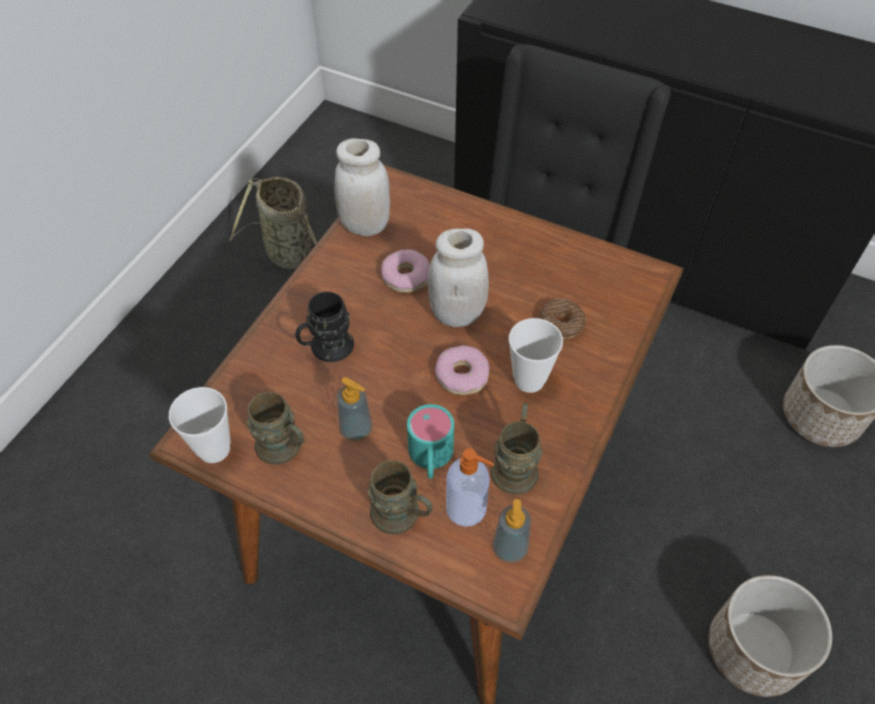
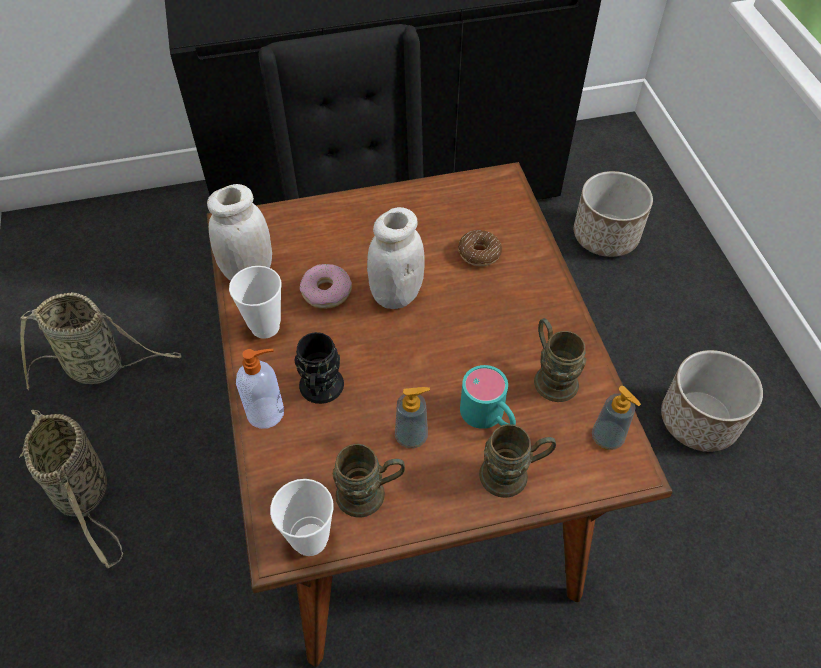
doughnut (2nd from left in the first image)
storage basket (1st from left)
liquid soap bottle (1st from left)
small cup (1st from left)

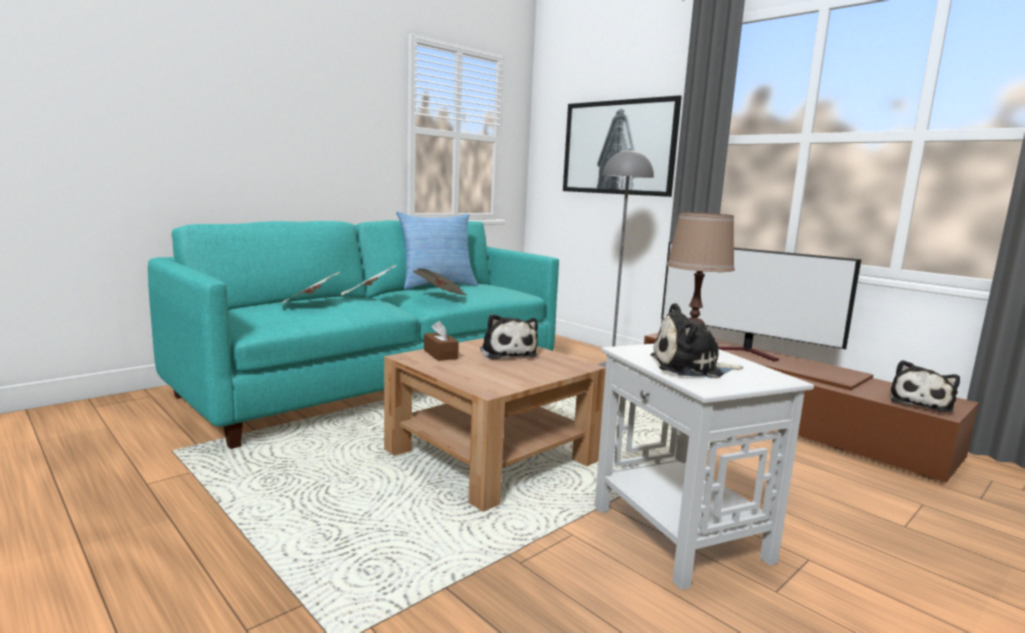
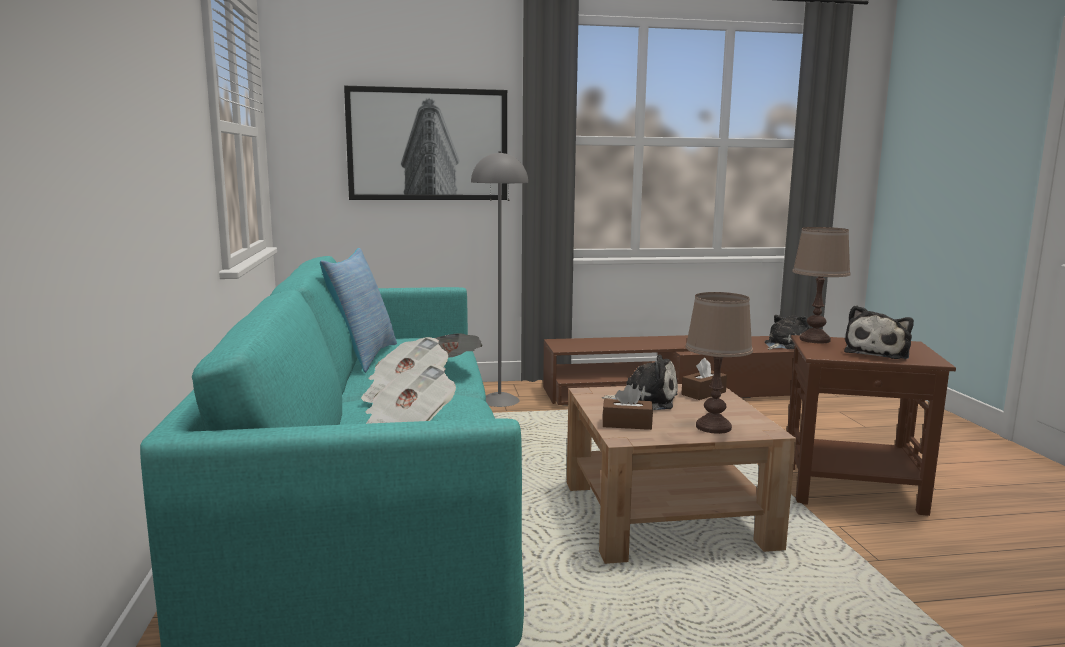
television
brown tissue holder (2nd from left)
brown table lamp (1st from left)
brown end table
plush toy (2nd from left)

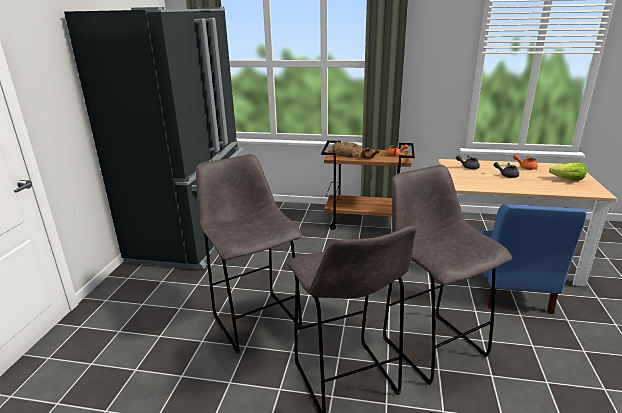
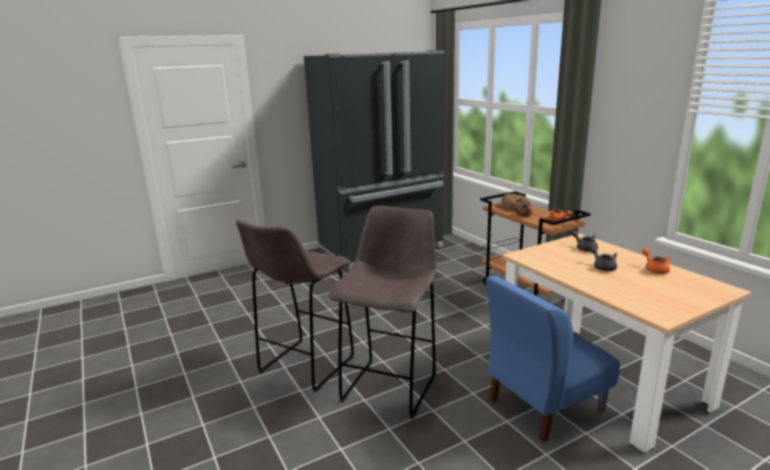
gray stool (1st from left in the first image)
head of lettuce

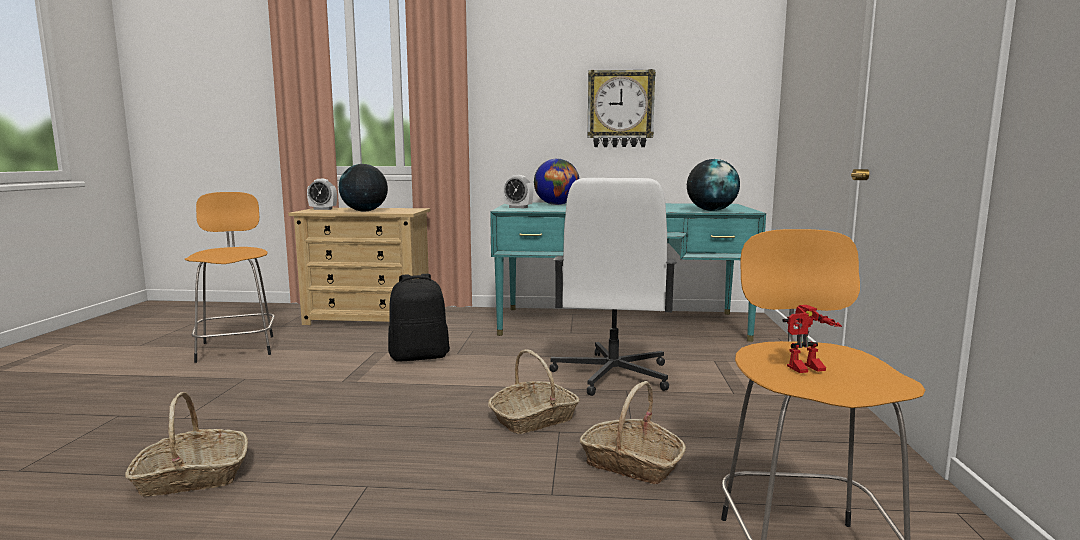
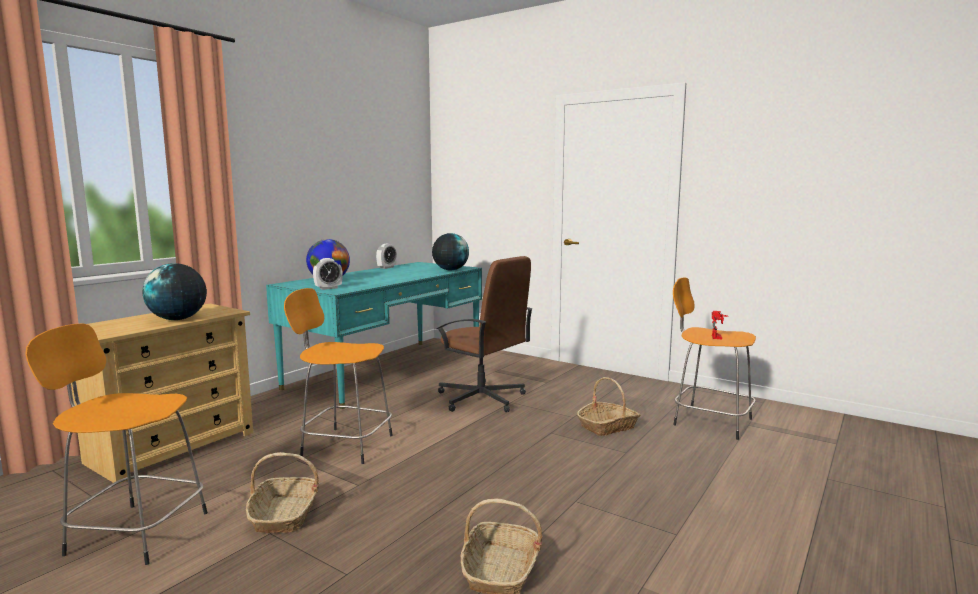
wall clock
bedside clock (2nd from left)
storage basket (1st from left)
orange stool (2nd from left)
brown computer chair

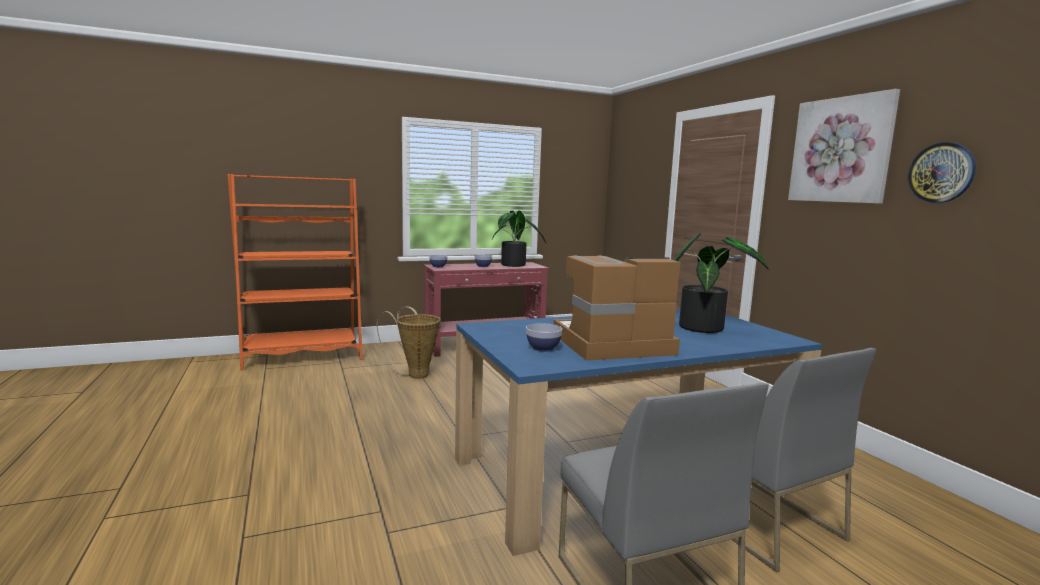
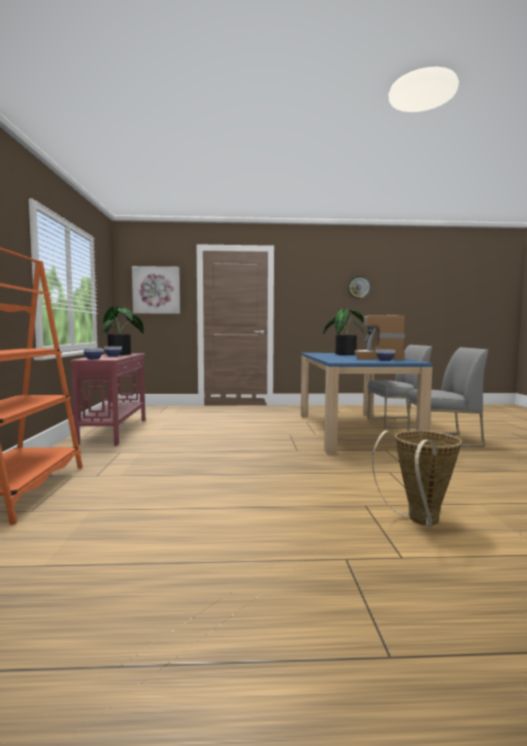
storage basket
wall picture

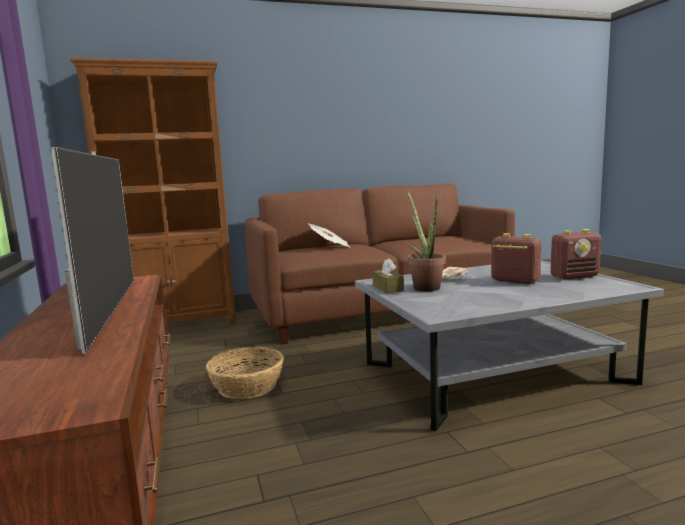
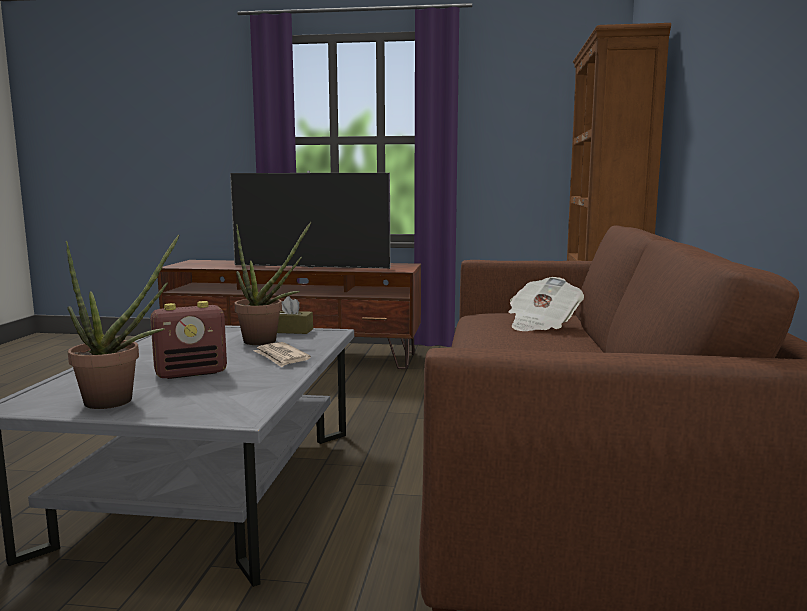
storage basket
houseplant (1st from left)

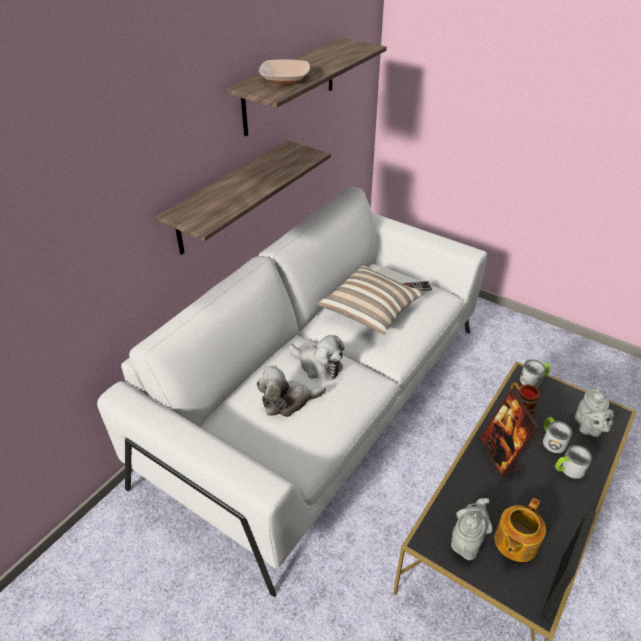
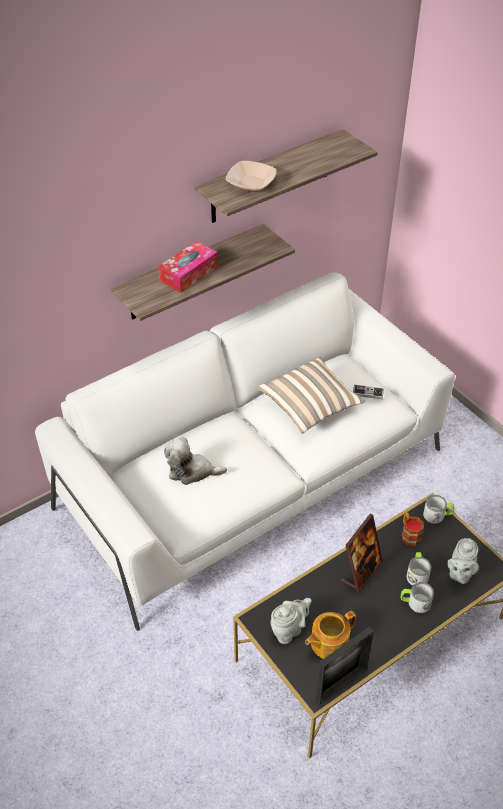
plush toy (2nd from left in the first image)
tissue holder
standing frame (2nd from left)

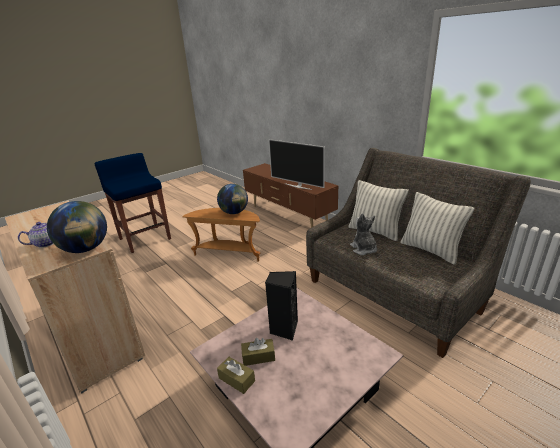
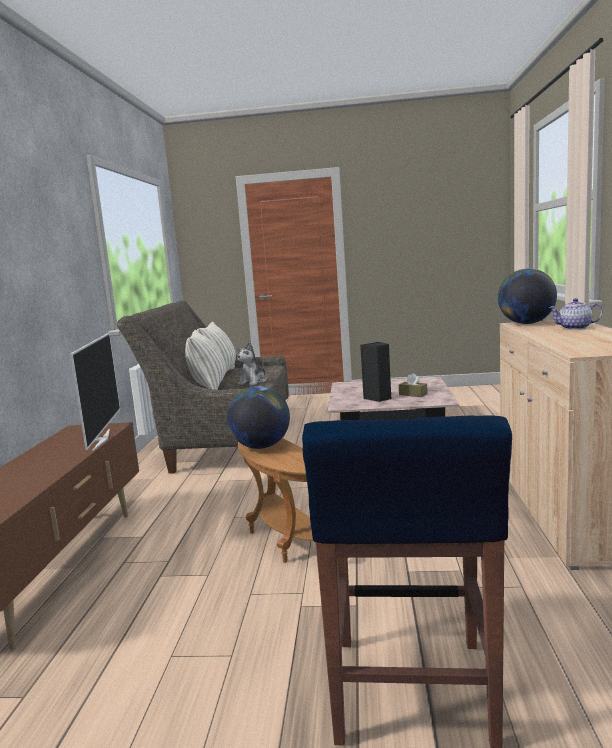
brown tissue holder (1st from left in the first image)

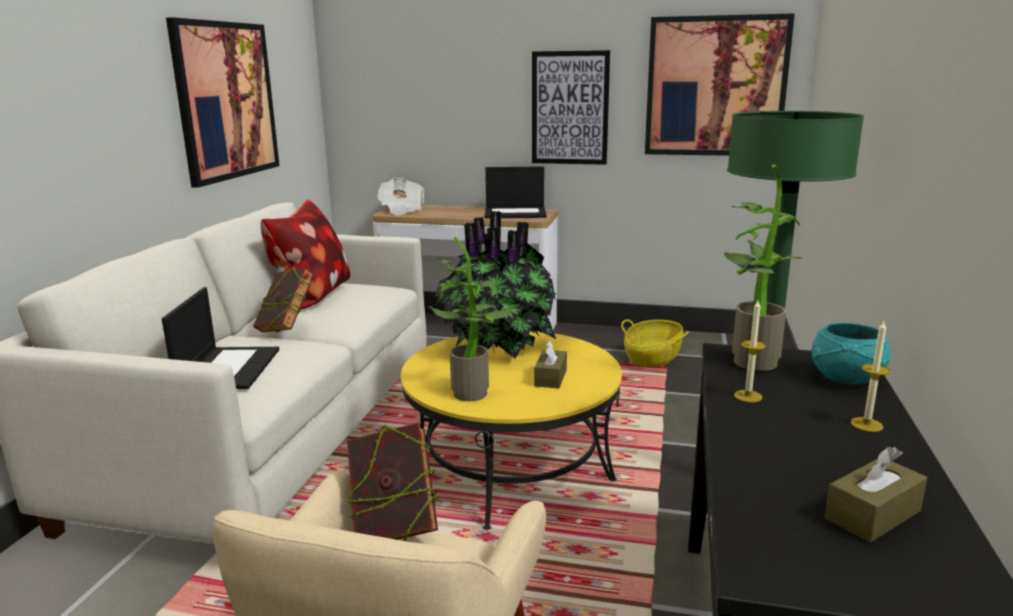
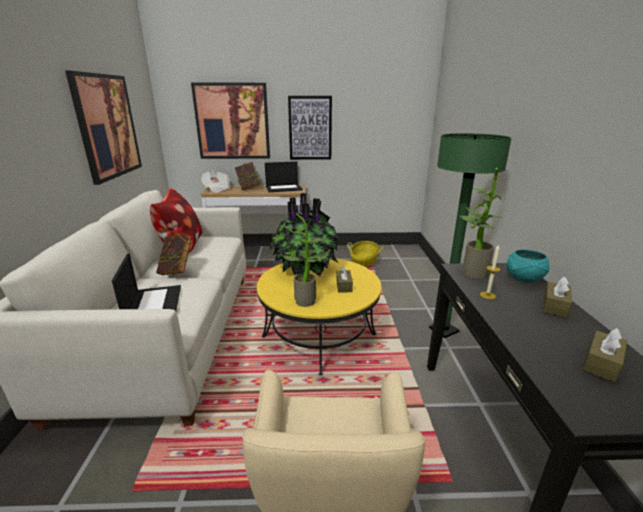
bound book (2nd from left)
wall picture (2nd from left)
brown tissue holder (2nd from left)

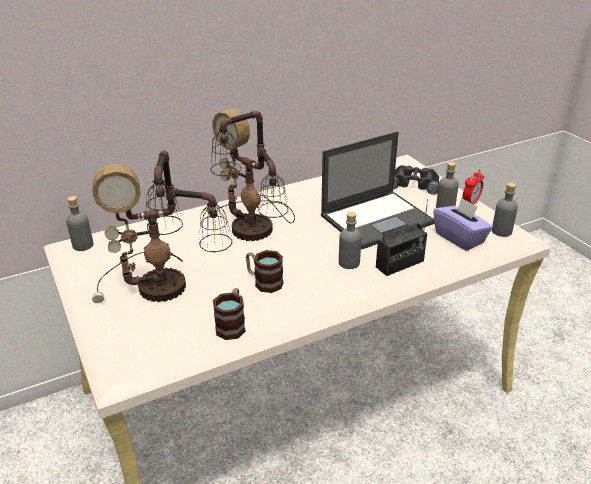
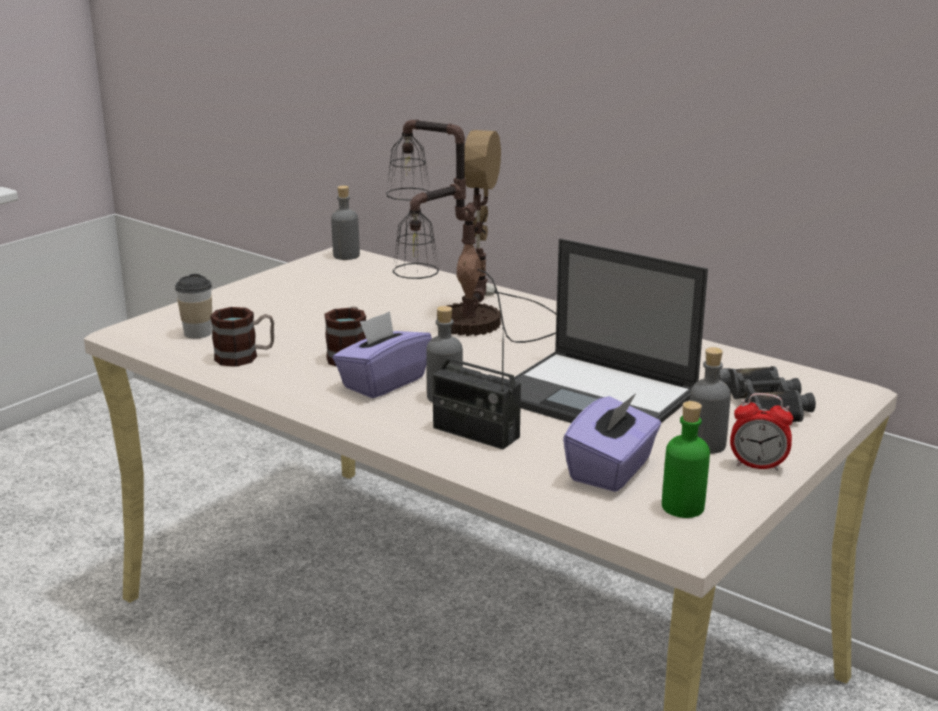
table lamp (1st from left in the first image)
small cup
purple-coloured tissue holder (1st from left)
green bottle

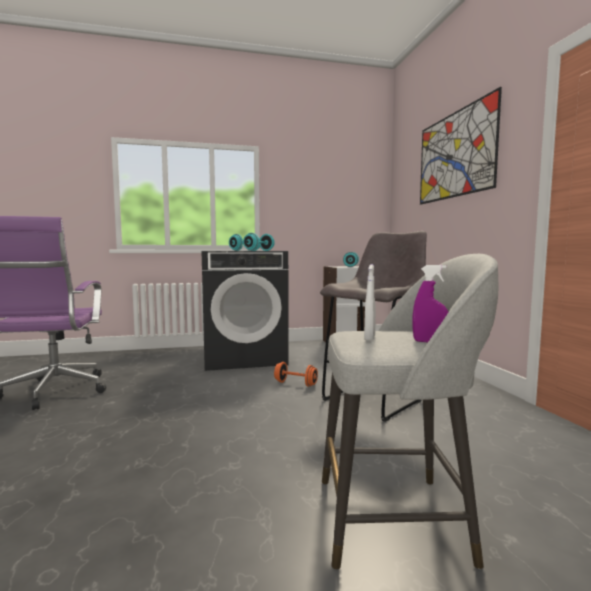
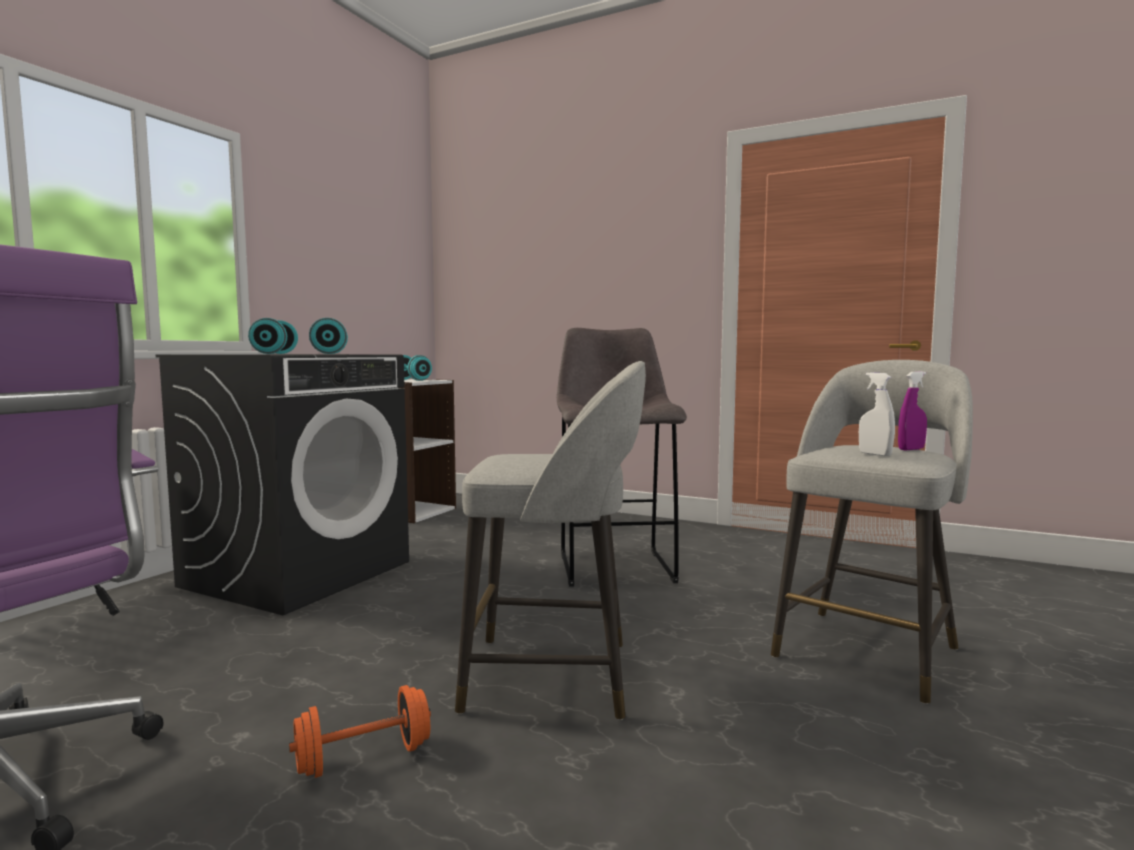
wall picture
gray stool (1st from left)
orange free weight

